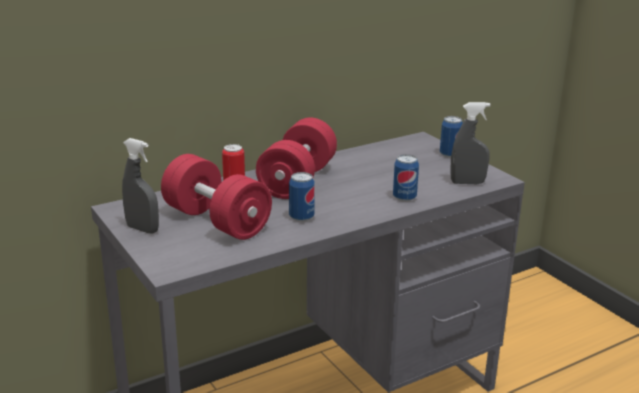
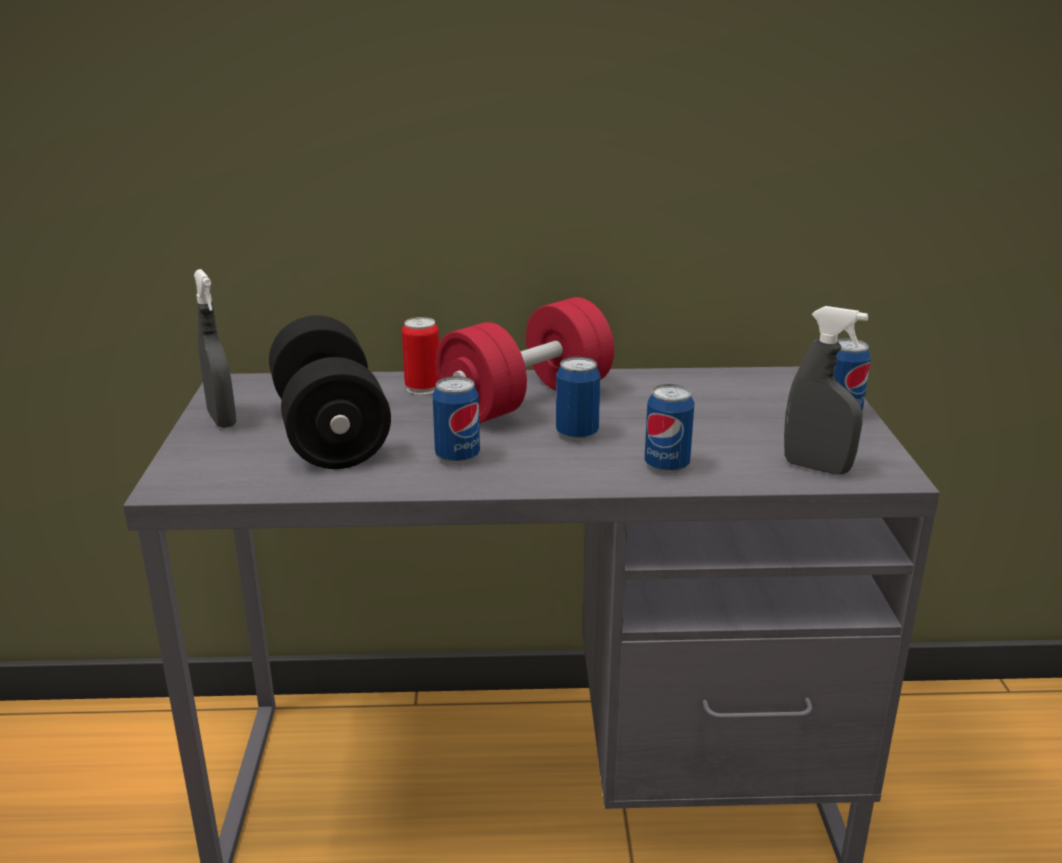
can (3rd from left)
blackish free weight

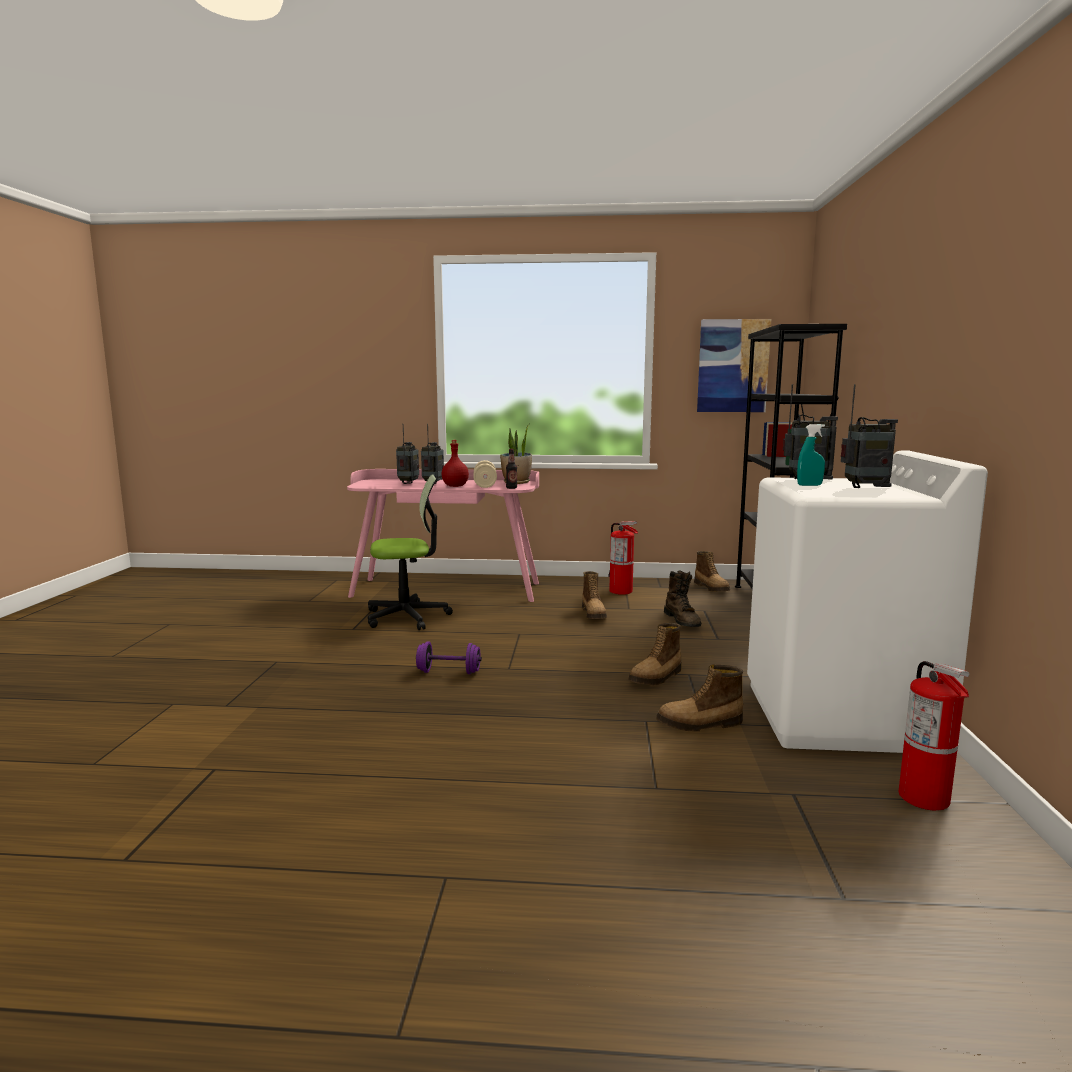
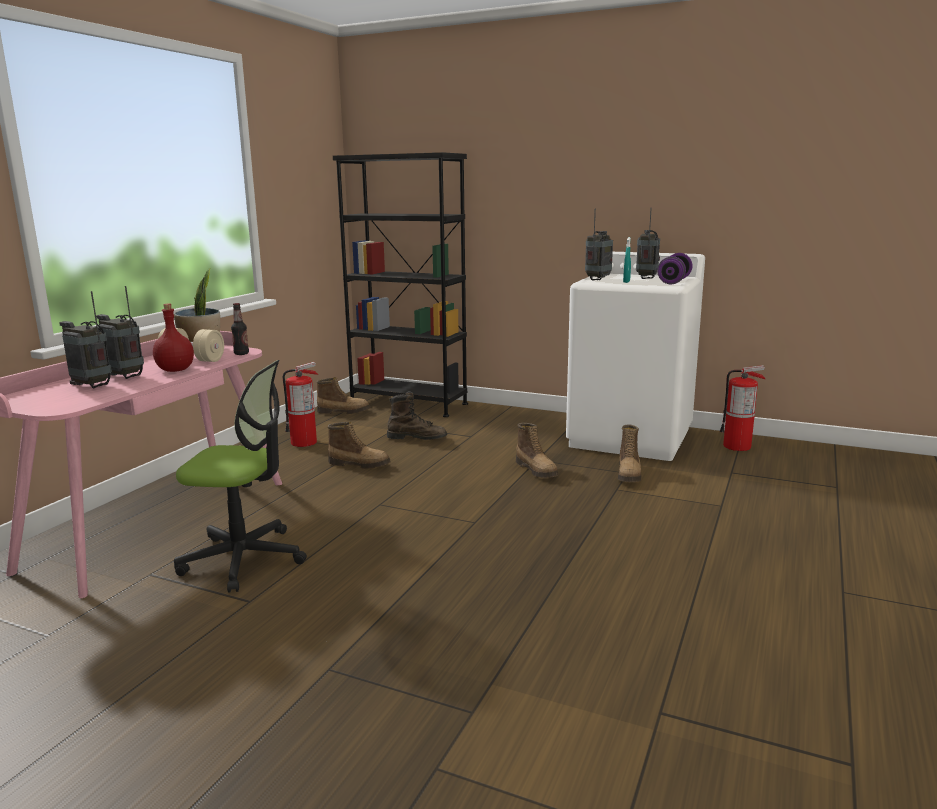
wall picture
purple-coloured free weight
computer chair

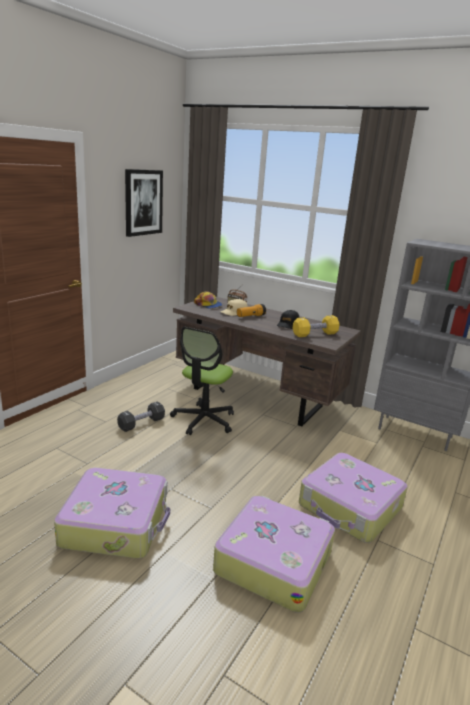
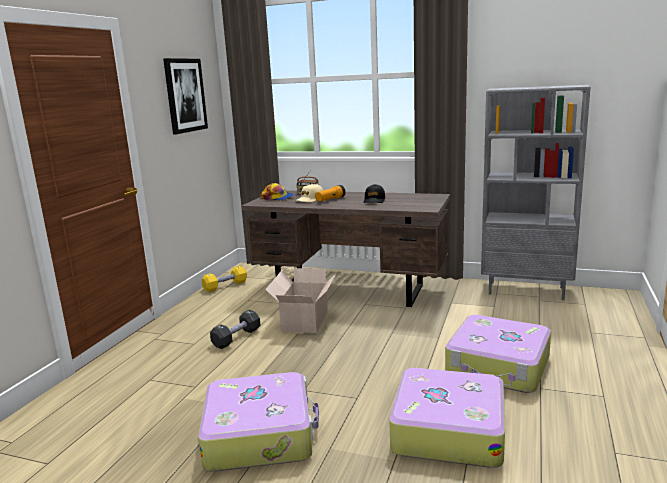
yellow free weight
packing box

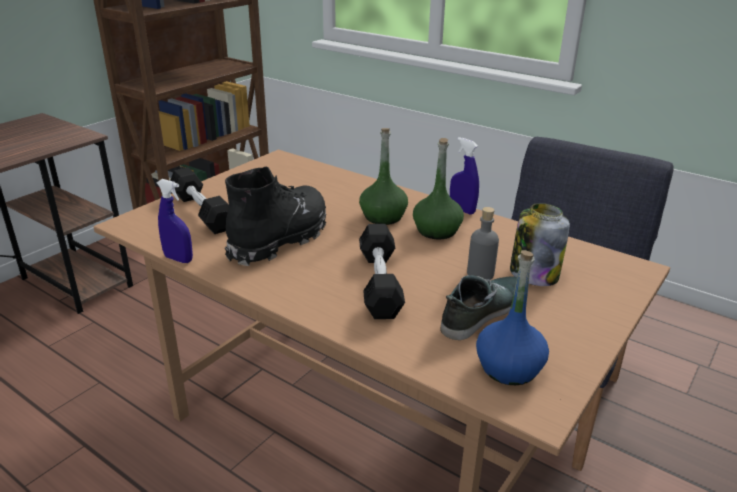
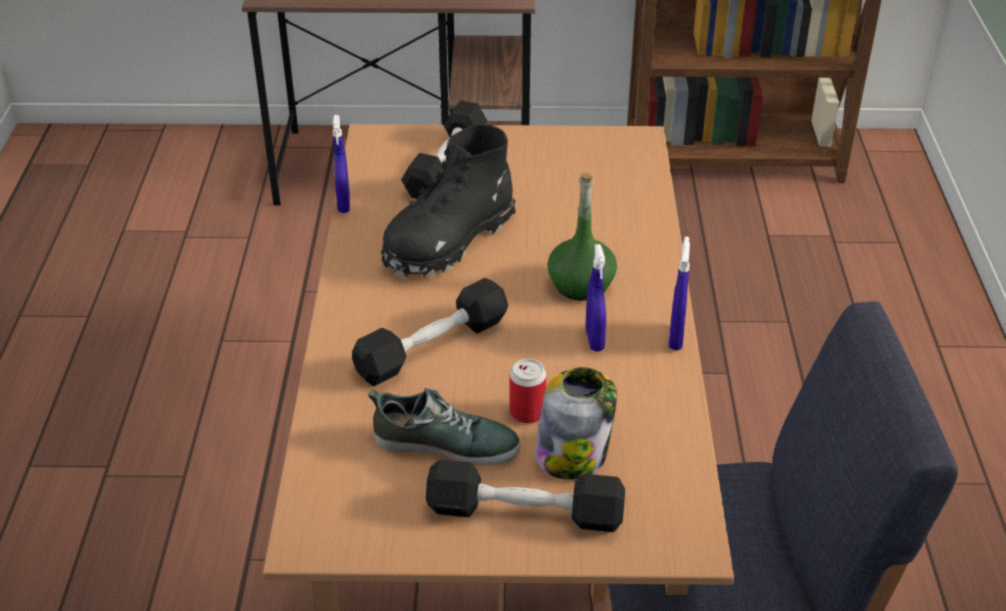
bluish bottle
blackish free weight (3rd from left)
bluish hand sprayer (2nd from left)
can
blackish boot

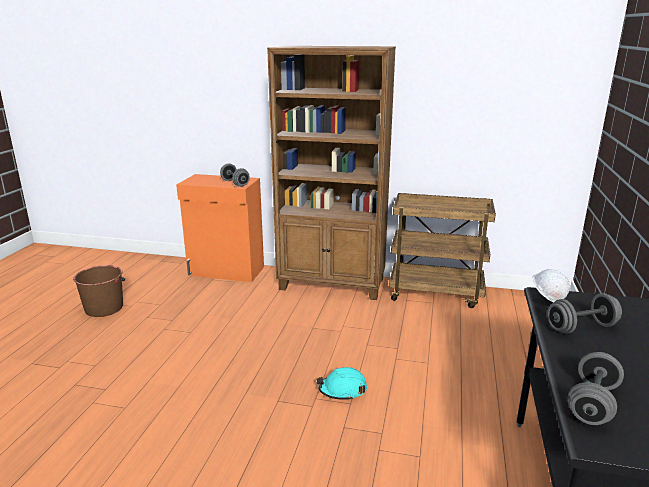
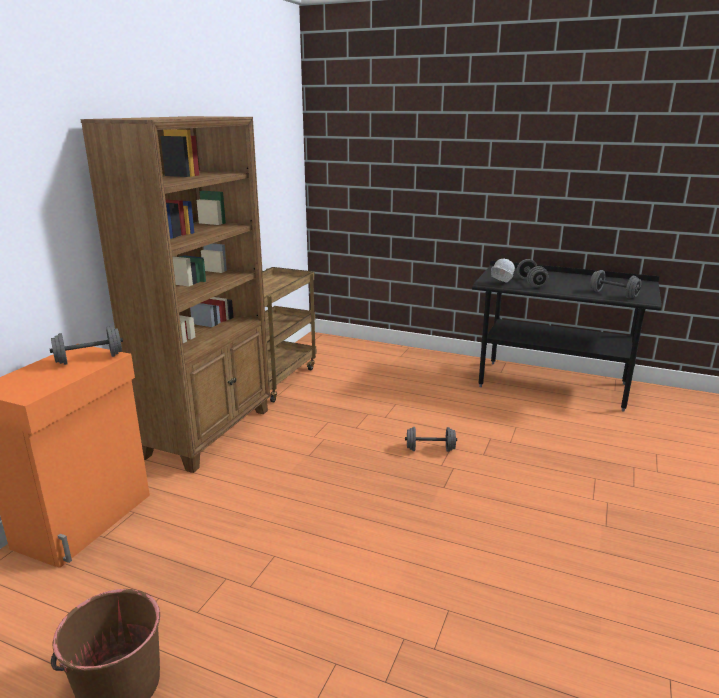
gray free weight (2nd from left)

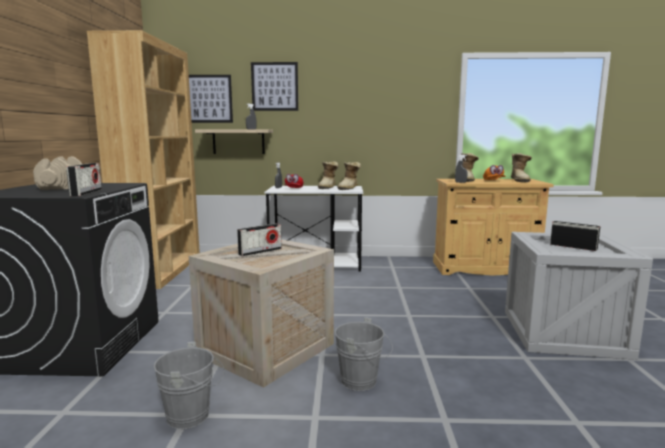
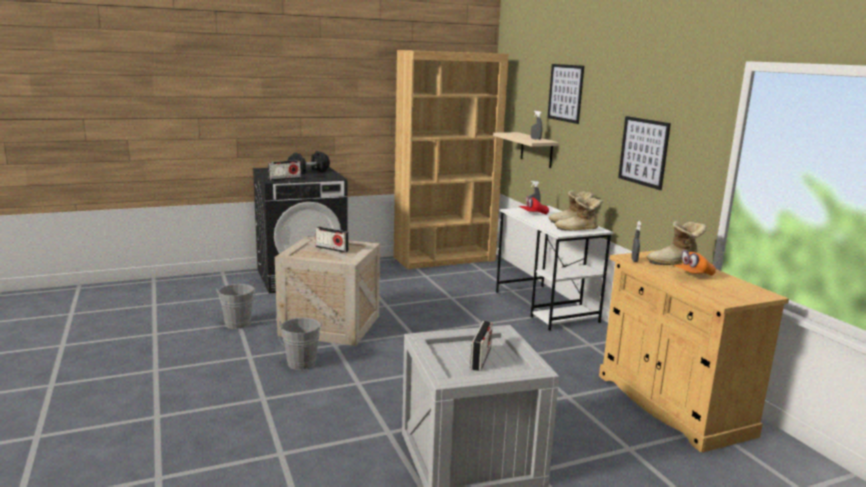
boot (4th from left in the first image)
wall picture (2nd from left)
blackish free weight

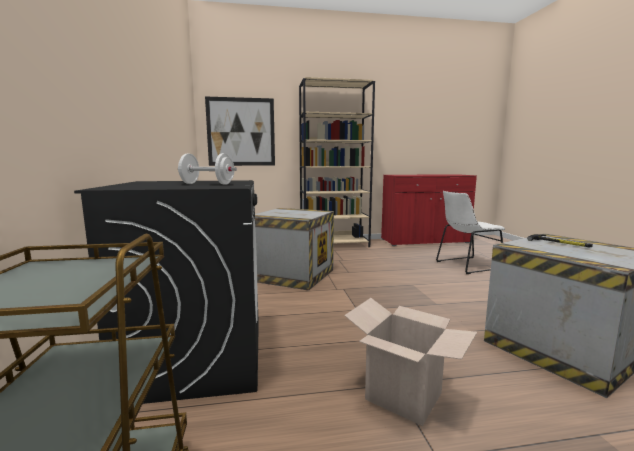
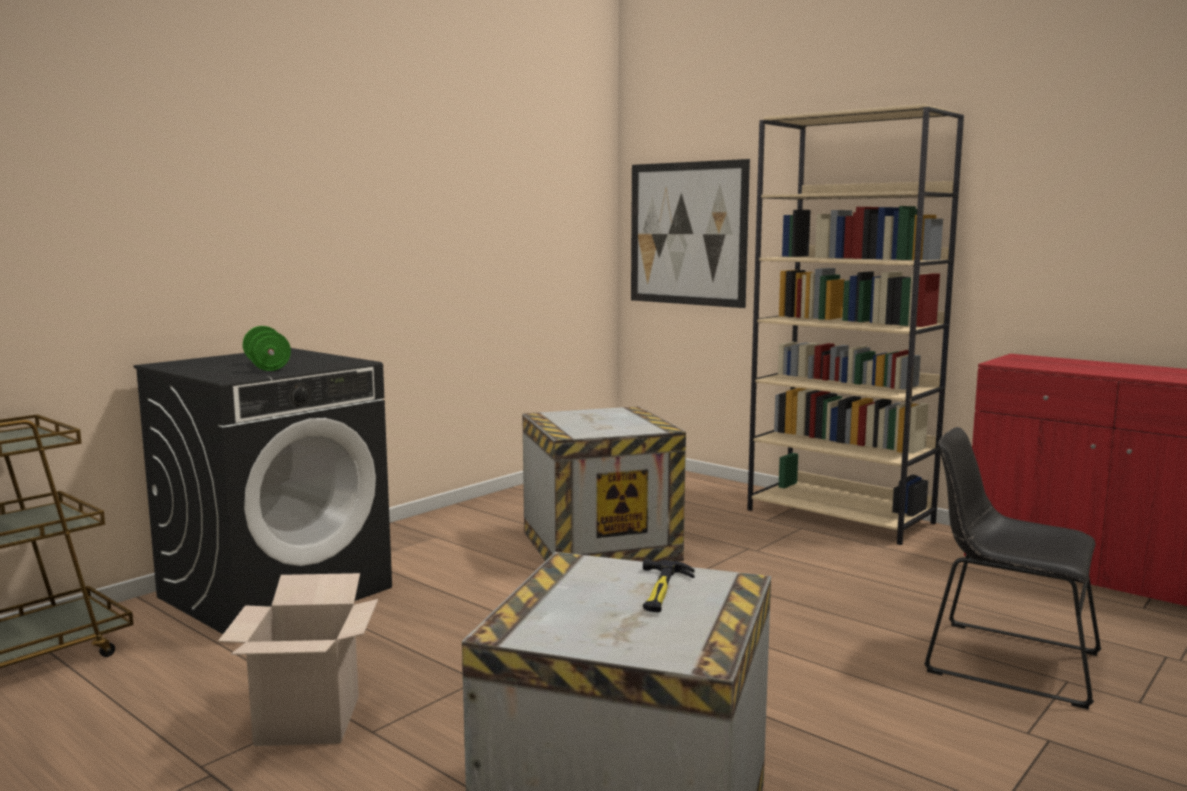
green free weight
blackish plain chair

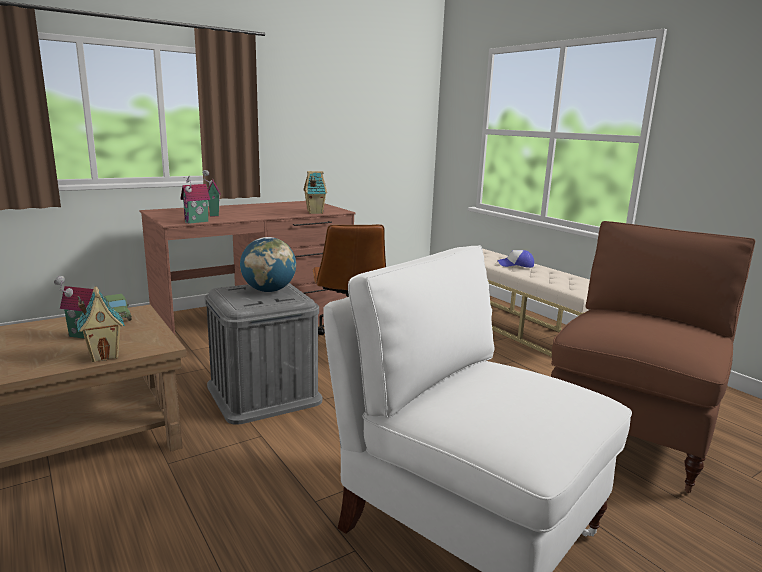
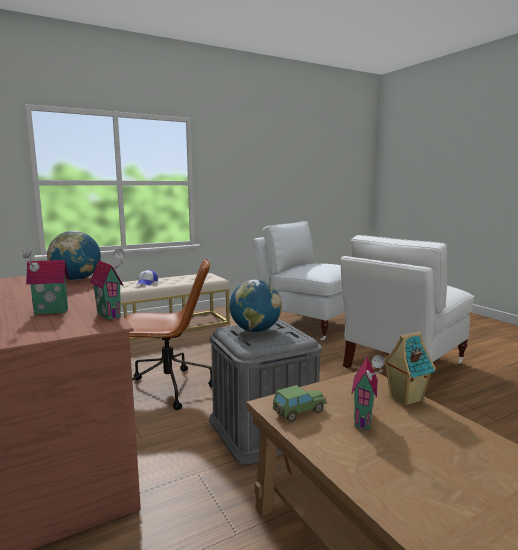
globe (1st from left)
whitish plain chair (1st from left)

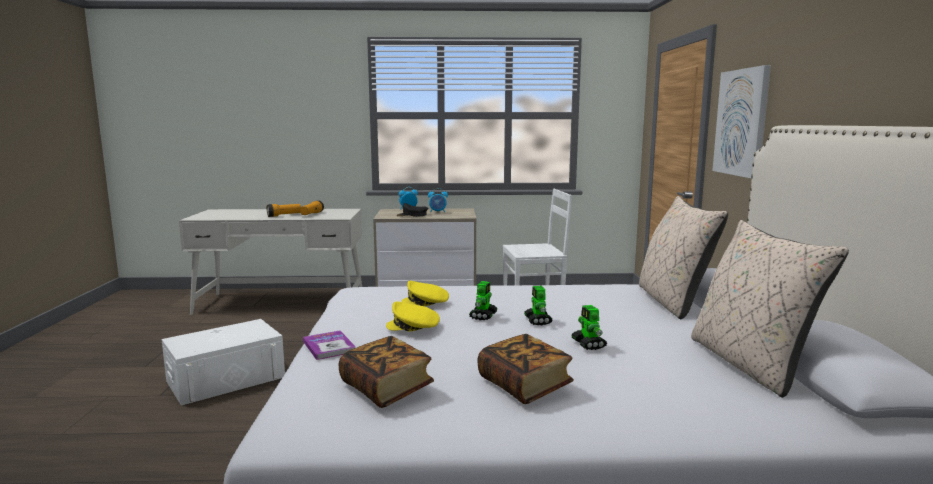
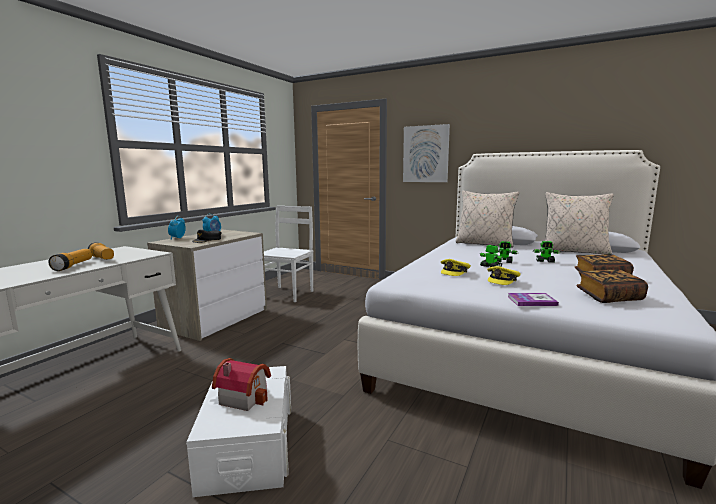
miniature house

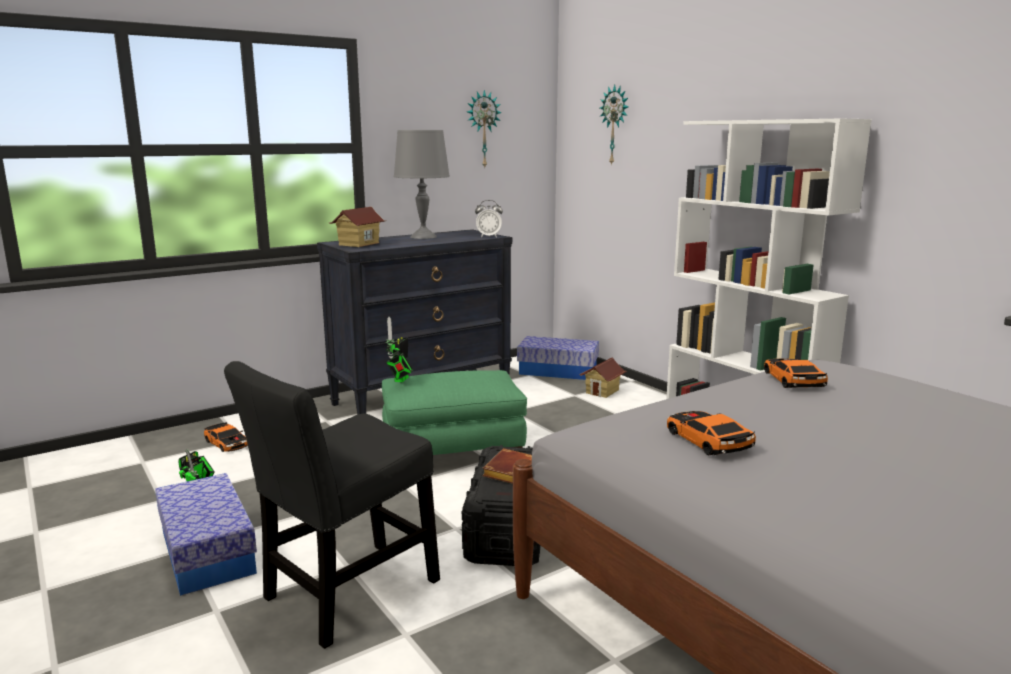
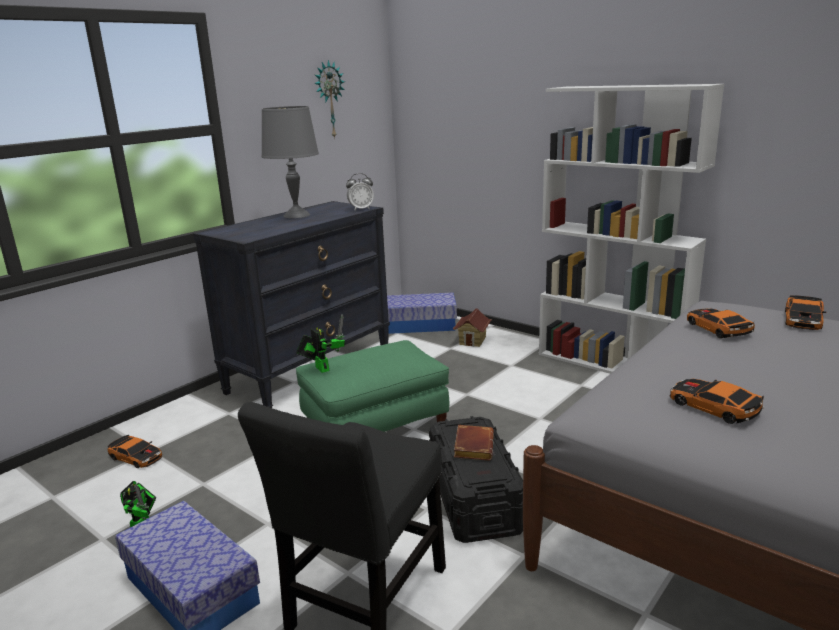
miniature house (1st from left in the first image)
wall clock (2nd from left in the first image)
miniature car (4th from left)
model robot (2nd from left)

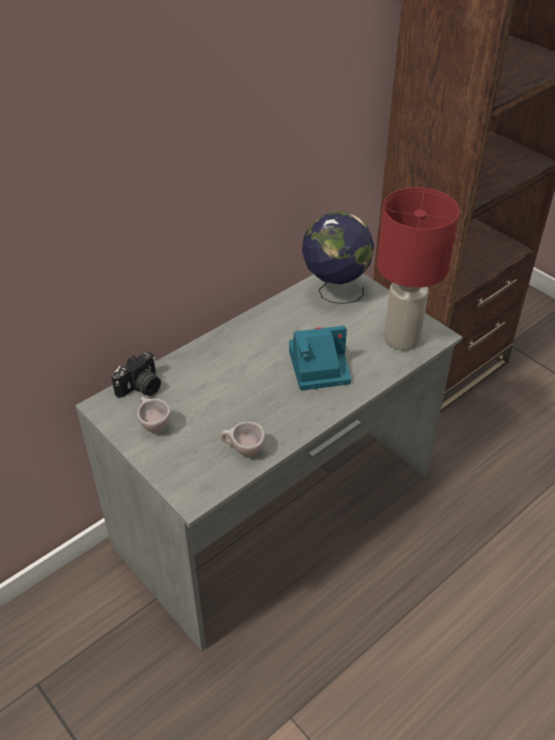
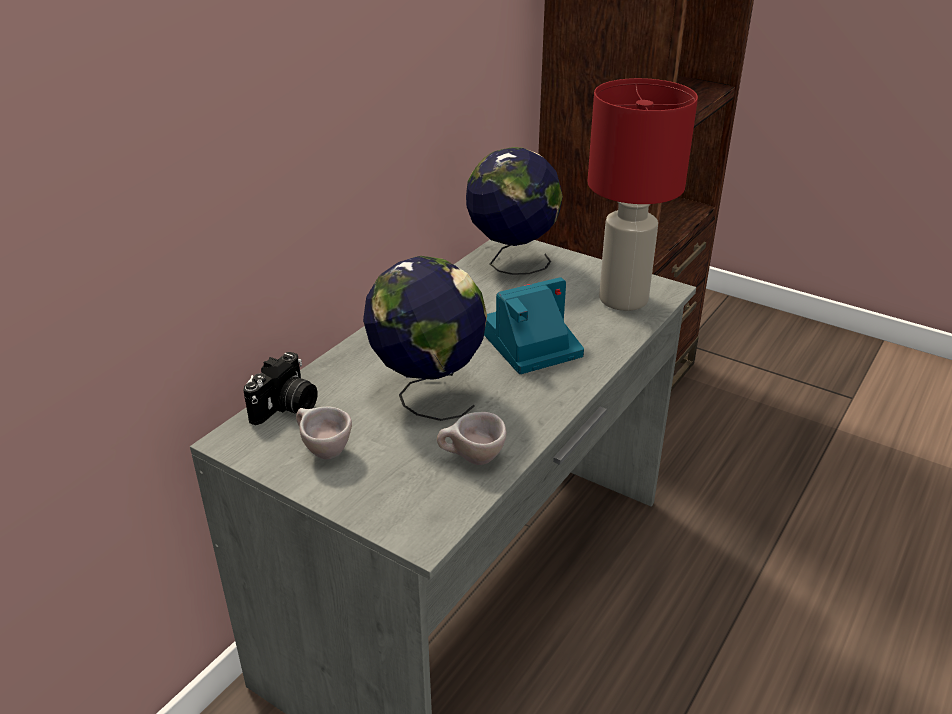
globe (1st from left)

